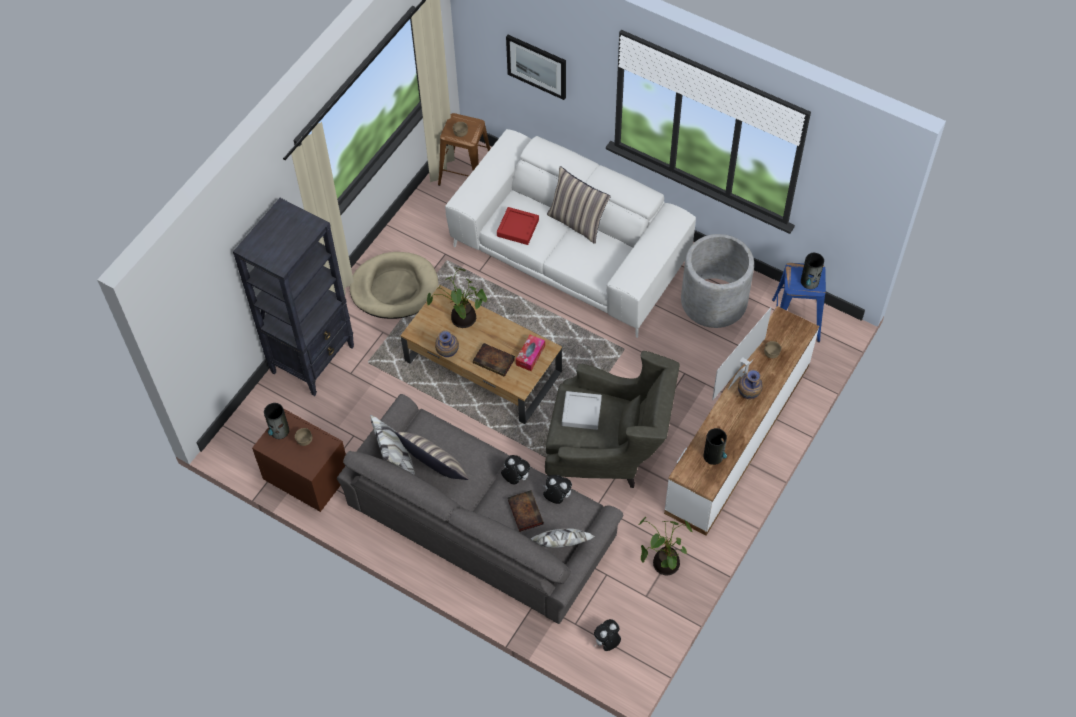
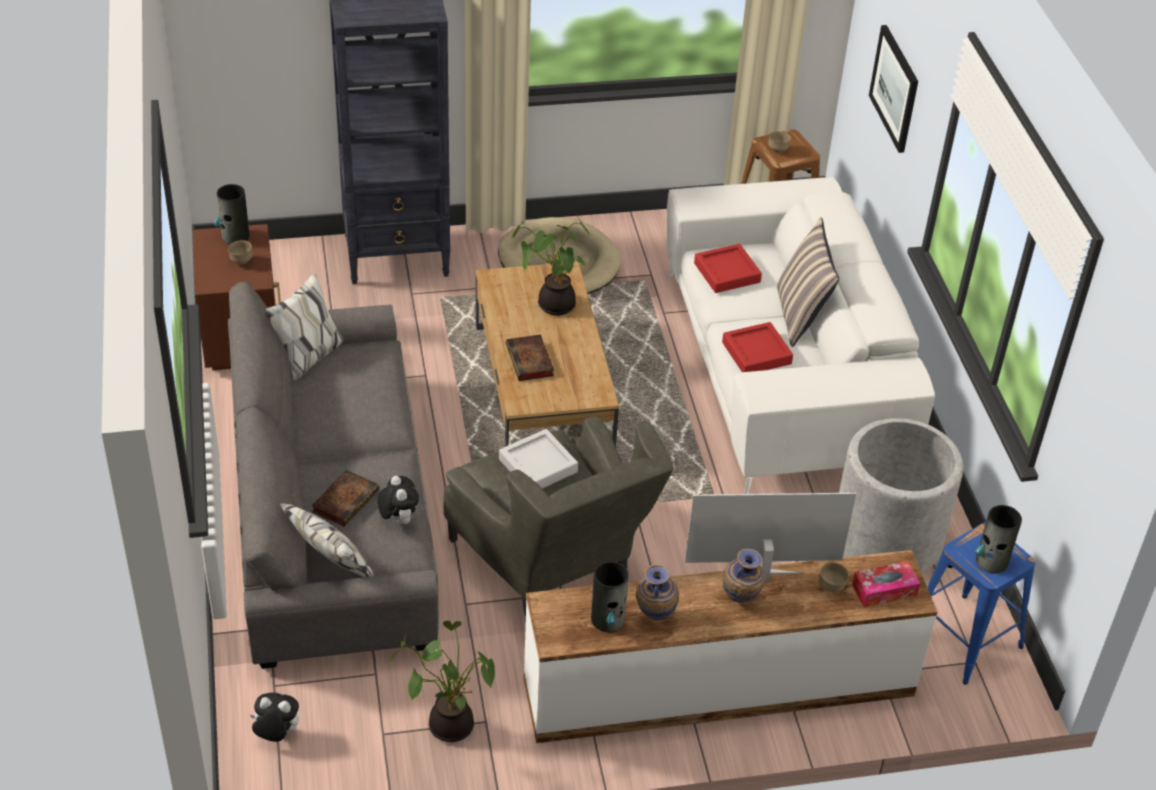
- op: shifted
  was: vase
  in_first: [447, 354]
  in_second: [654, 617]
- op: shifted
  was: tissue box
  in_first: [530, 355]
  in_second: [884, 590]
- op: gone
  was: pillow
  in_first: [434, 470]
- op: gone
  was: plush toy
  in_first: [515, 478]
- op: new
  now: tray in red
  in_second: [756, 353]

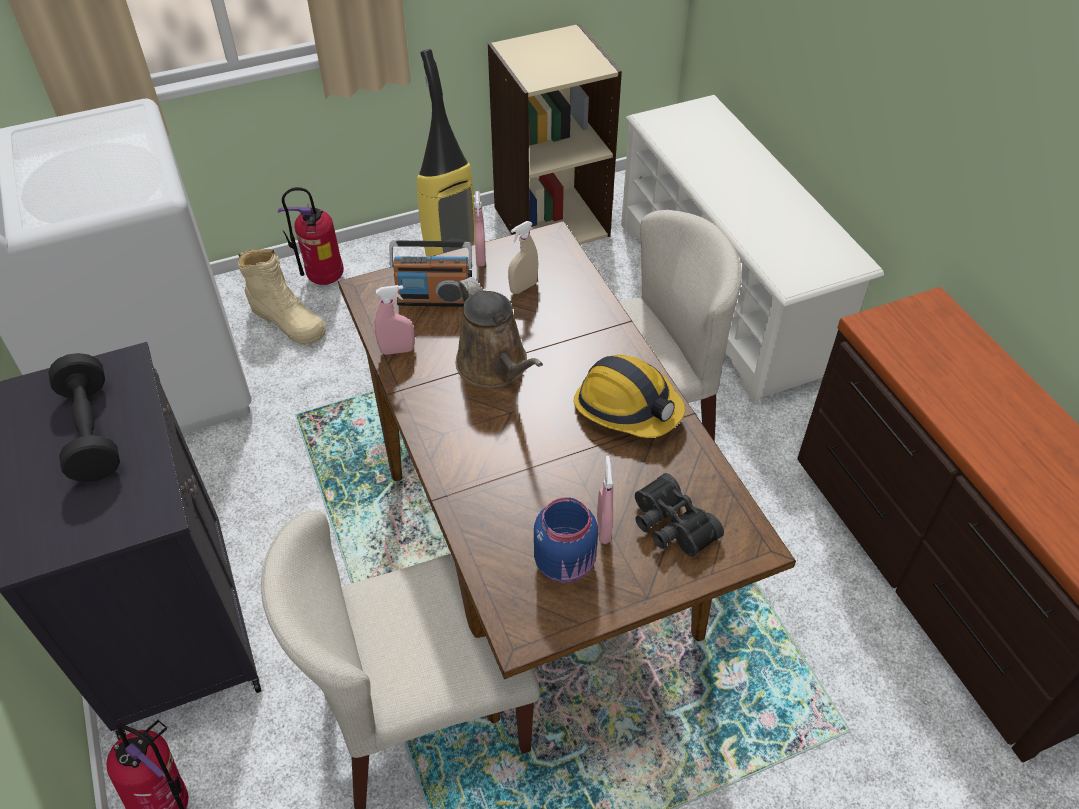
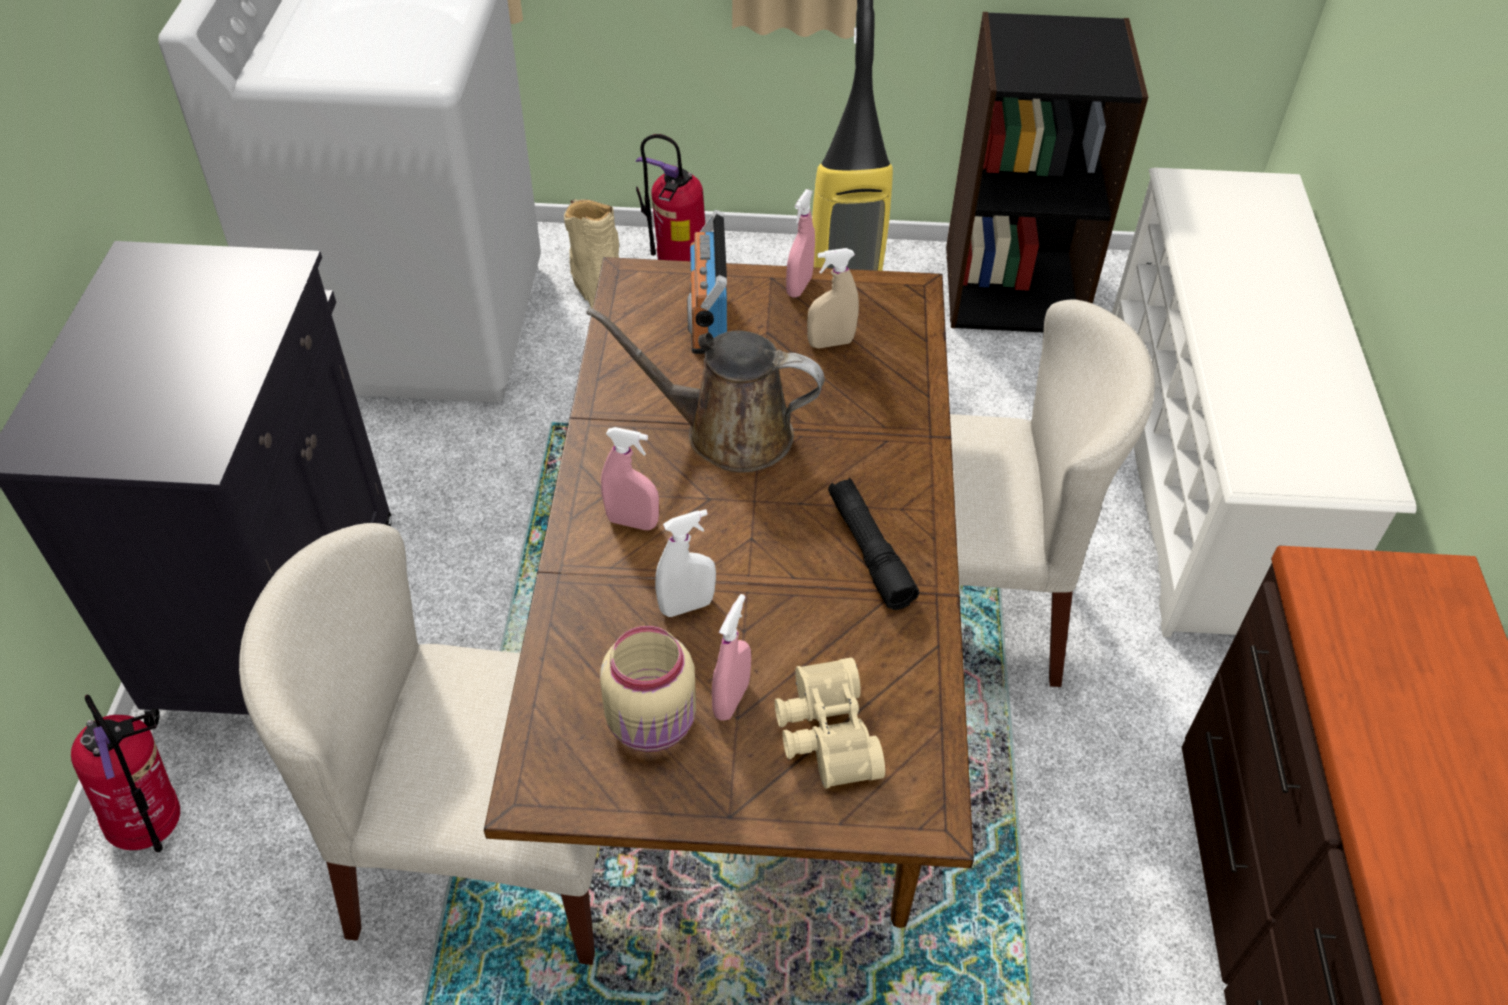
- op: repainted
  was: bookcase in beige
  now: bookcase in black
  in_first: [551, 220]
  in_second: [1013, 288]
- op: rotated
  was: radio
  in_first: [434, 299]
  in_second: [706, 319]
  clockwise: 60
- op: rotated
  was: watering can in brown
  in_first: [495, 367]
  in_second: [727, 432]
  clockwise: 105
- op: shifted
  was: spray bottle in pink
  in_first: [397, 350]
  in_second: [632, 522]
- op: gone
  was: dumbbell in black
  in_first: [92, 432]
- op: swapped
  was: hard hat
  now: flashlight in black
  in_first: [627, 407]
  in_second: [869, 551]
- op: repainted
  was: binoculars in black
  now: binoculars in beige
  in_first: [670, 526]
  in_second: [823, 734]
- op: repainted
  was: jar in blue
  now: jar in beige
  in_first: [566, 563]
  in_second: [654, 723]
- op: new
  now: spray bottle in white
  in_second: [686, 606]

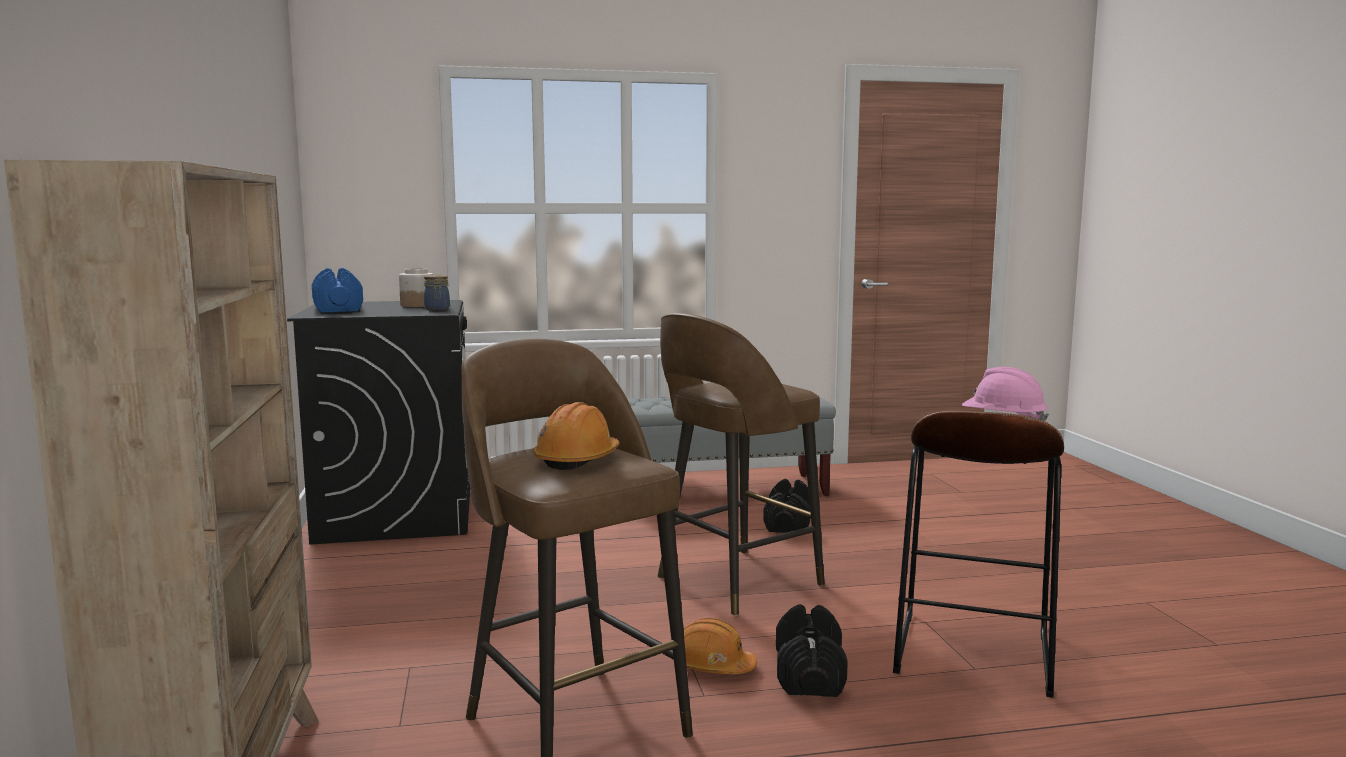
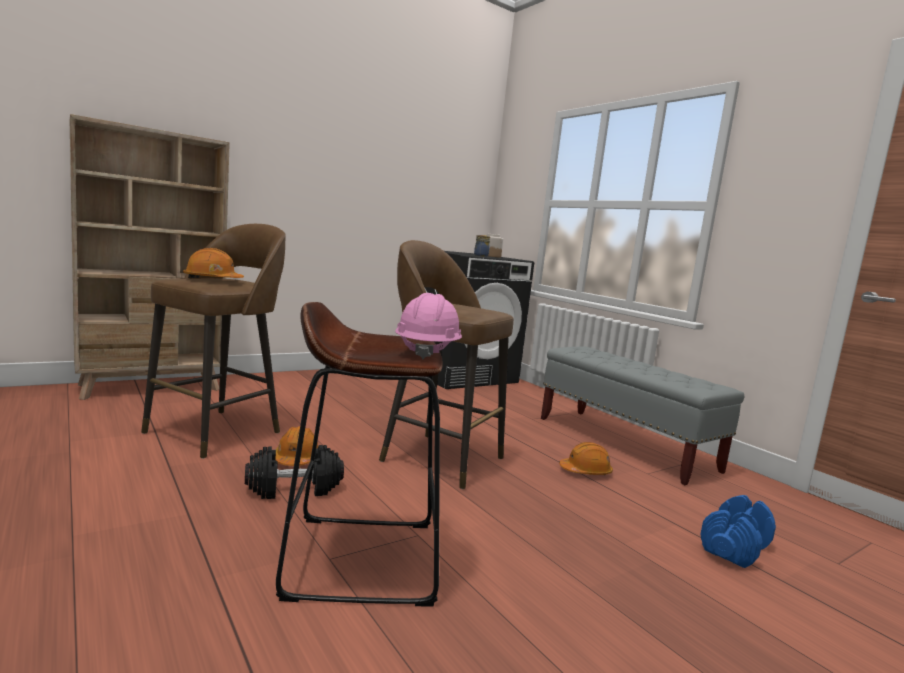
- op: shifted
  was: dumbbell in blue
  in_first: [337, 309]
  in_second: [734, 547]
- op: swapped
  was: dumbbell in black
  now: hard hat in orange
  in_first: [788, 524]
  in_second: [585, 471]

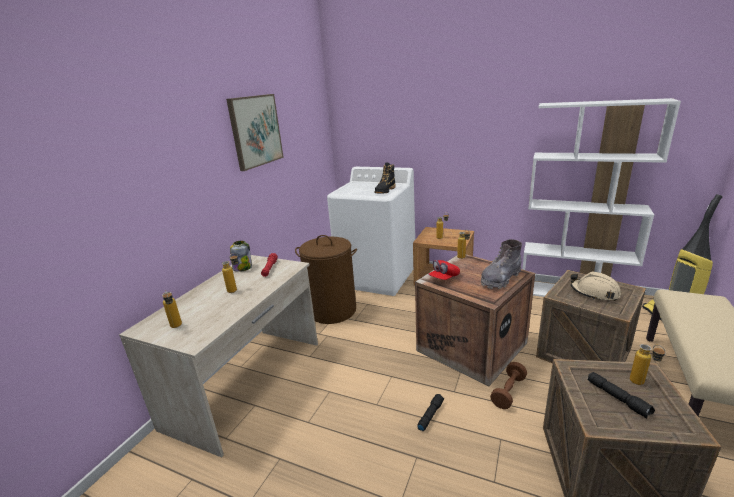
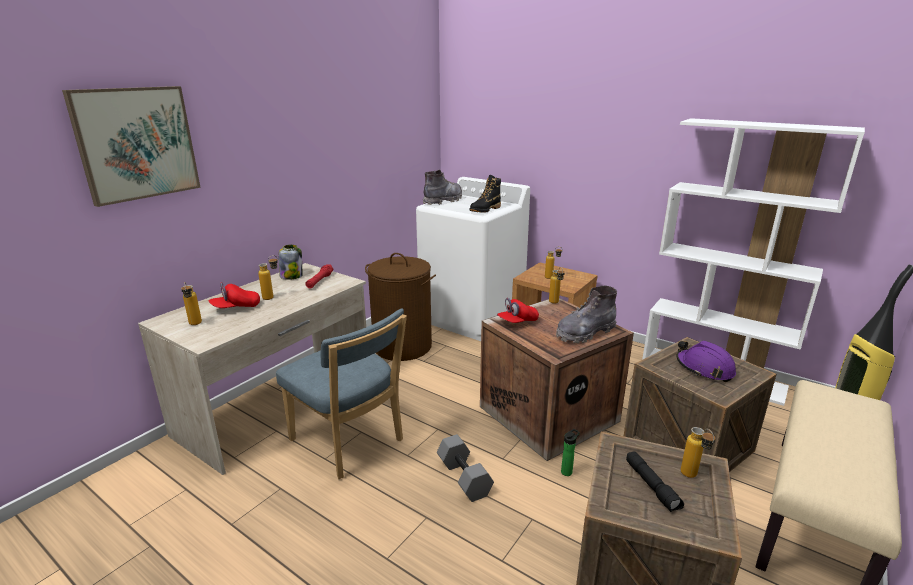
- op: shifted
  was: picture
  in_first: [255, 131]
  in_second: [136, 143]
- op: repainted
  was: hard hat in beige
  now: hard hat in purple
  in_first: [594, 293]
  in_second: [704, 369]
- op: swapped
  was: dumbbell in brown
  now: bottle
  in_first: [508, 392]
  in_second: [567, 471]
- op: swapped
  was: flashlight in black
  now: dumbbell in grey
  in_first: [430, 415]
  in_second: [462, 477]
- op: new
  now: boot in grey
  in_second: [443, 201]
- op: new
  now: cap in red
  in_second: [236, 308]
- op: new
  now: chair in blue
  in_second: [350, 443]

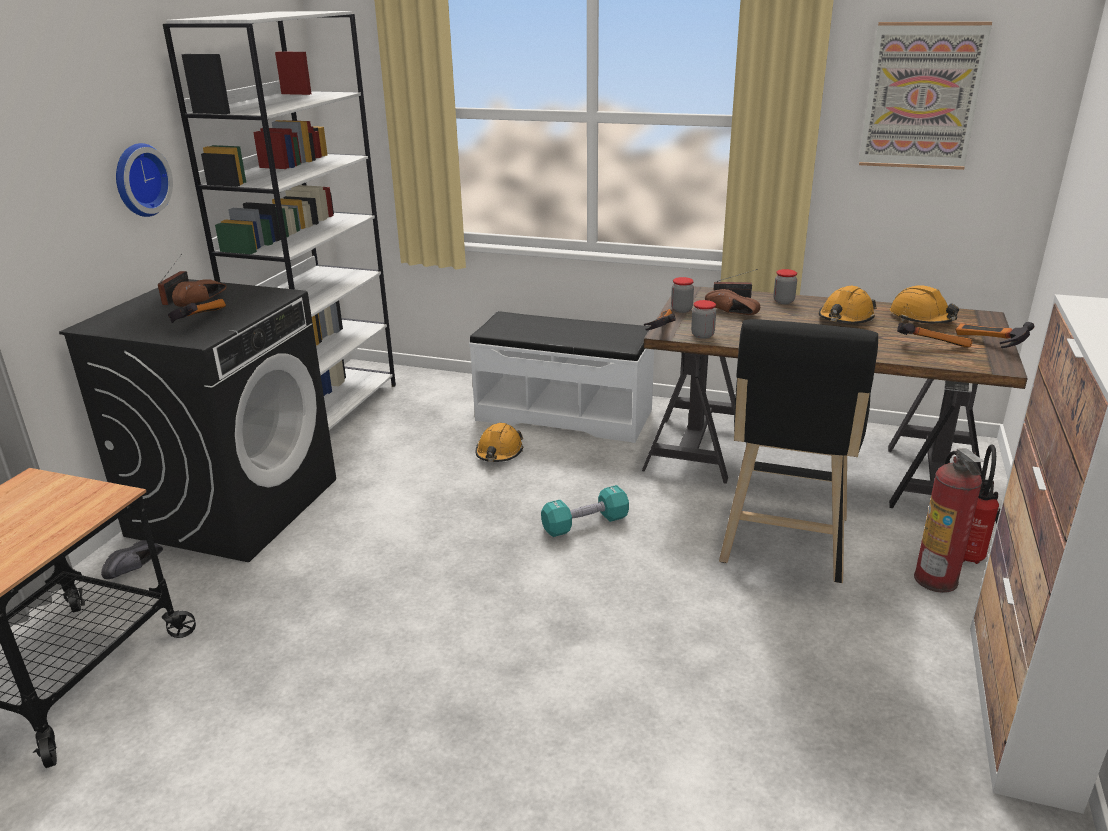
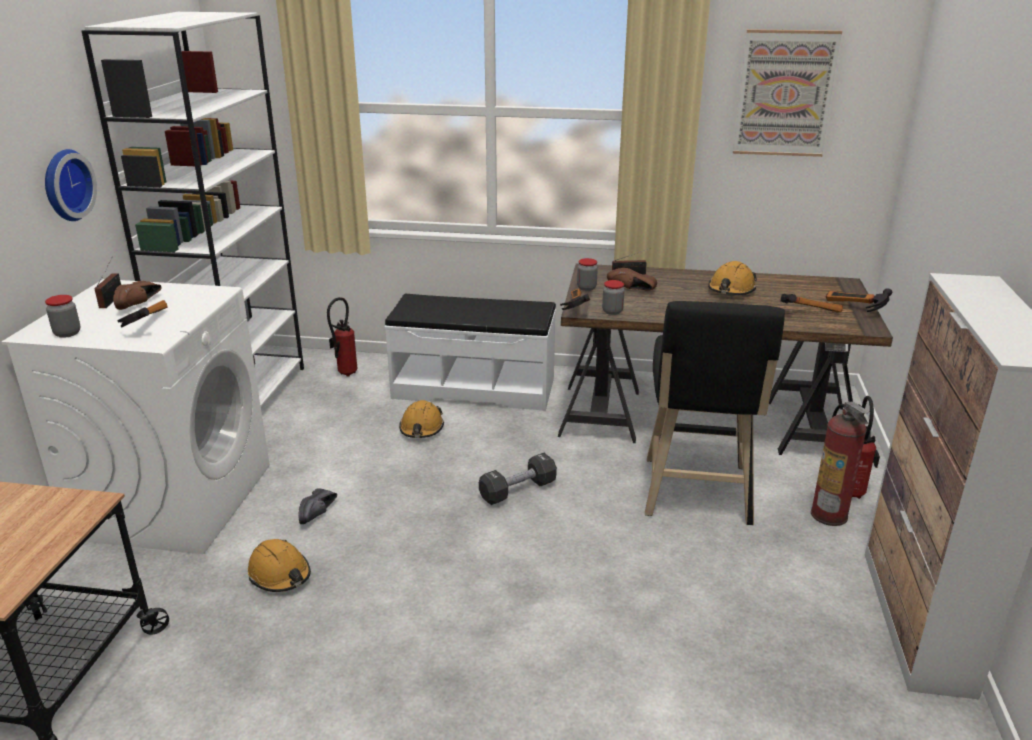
- op: shifted
  was: jar
  in_first: [783, 301]
  in_second: [67, 333]
- op: repainted
  was: washing machine in black
  now: washing machine in white
  in_first: [235, 506]
  in_second: [173, 500]
- op: shifted
  was: hard hat in orange
  in_first: [921, 318]
  in_second: [280, 575]
- op: repainted
  was: dumbbell in turquoise
  now: dumbbell in black
  in_first: [585, 524]
  in_second: [518, 490]
- op: shifted
  was: shoe in black
  in_first: [136, 568]
  in_second: [319, 514]
- op: new
  now: fire extinguisher
  in_second: [344, 374]

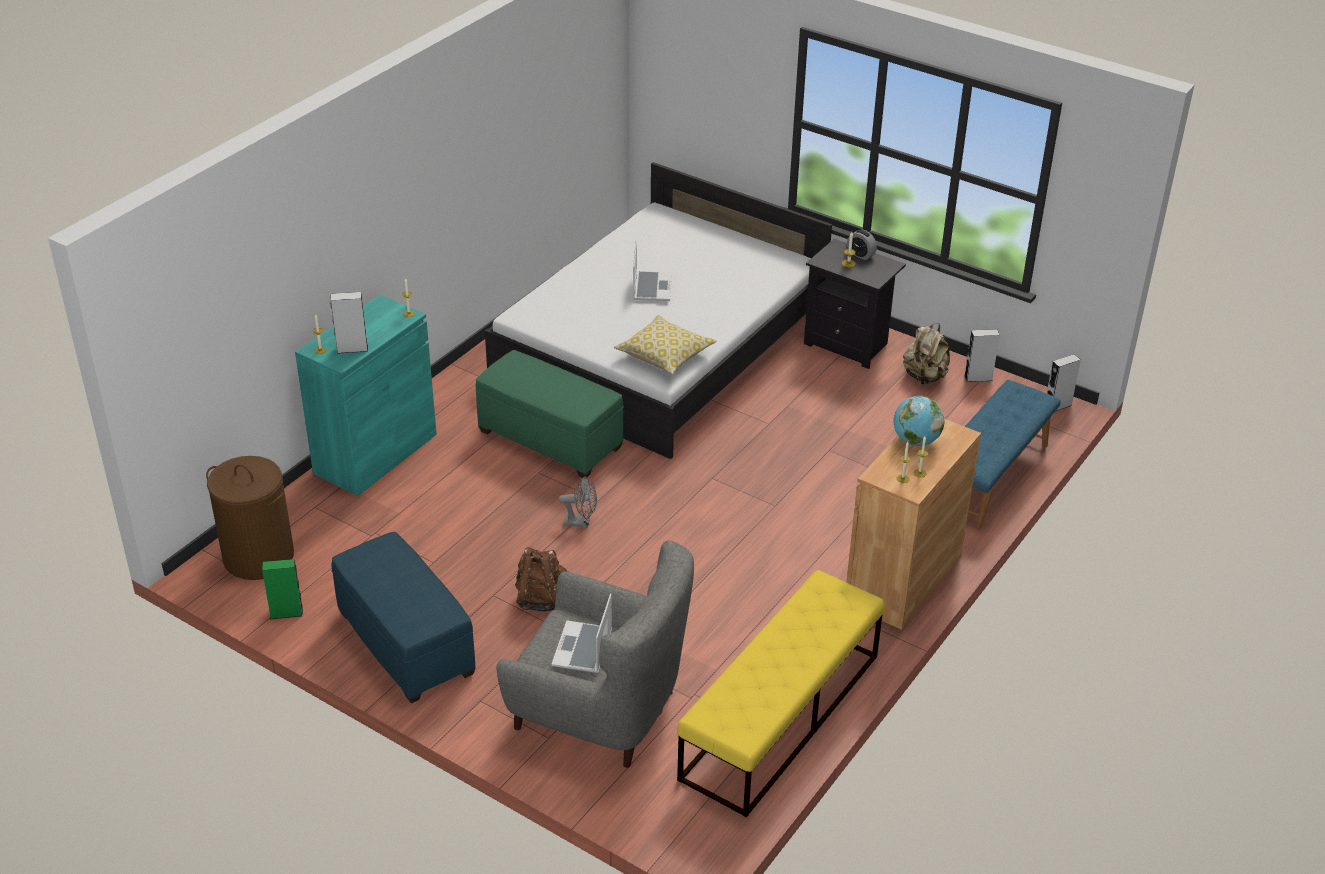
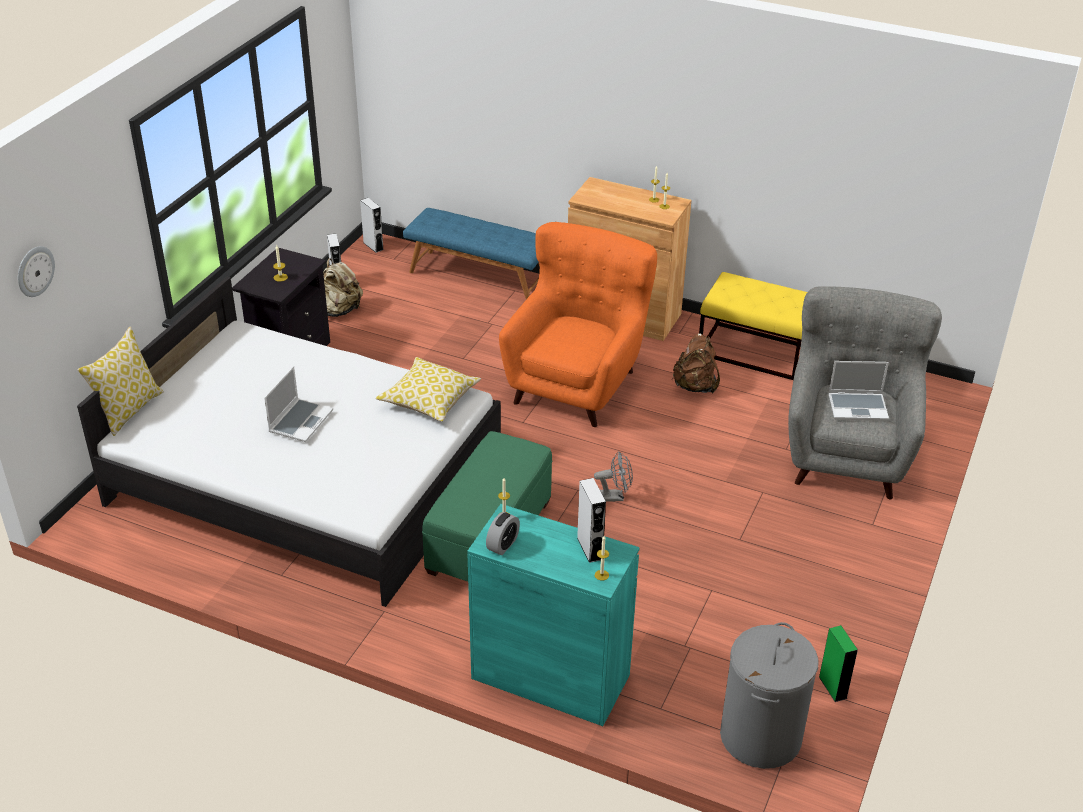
- op: shifted
  was: alarm clock
  in_first: [860, 255]
  in_second: [503, 545]
- op: rotated
  was: laptop
  in_first: [651, 287]
  in_second: [300, 421]
  clockwise: 120
- op: gone
  was: globe
  in_first: [915, 441]
- op: repainted
  was: laundry basket in brown
  now: laundry basket in grey
  in_first: [258, 557]
  in_second: [761, 736]
- op: rotated
  was: fan in grey
  in_first: [581, 522]
  in_second: [615, 496]
  clockwise: 90
- op: gone
  was: ottoman in blue
  in_first: [405, 643]
- op: shifted
  was: backpack in brown
  in_first: [542, 599]
  in_second: [695, 386]
- op: new
  now: armchair in orange
  in_second: [576, 384]
- op: new
  now: wall clock
  in_second: [34, 271]
- op: new
  now: pillow
  in_second: [129, 410]

